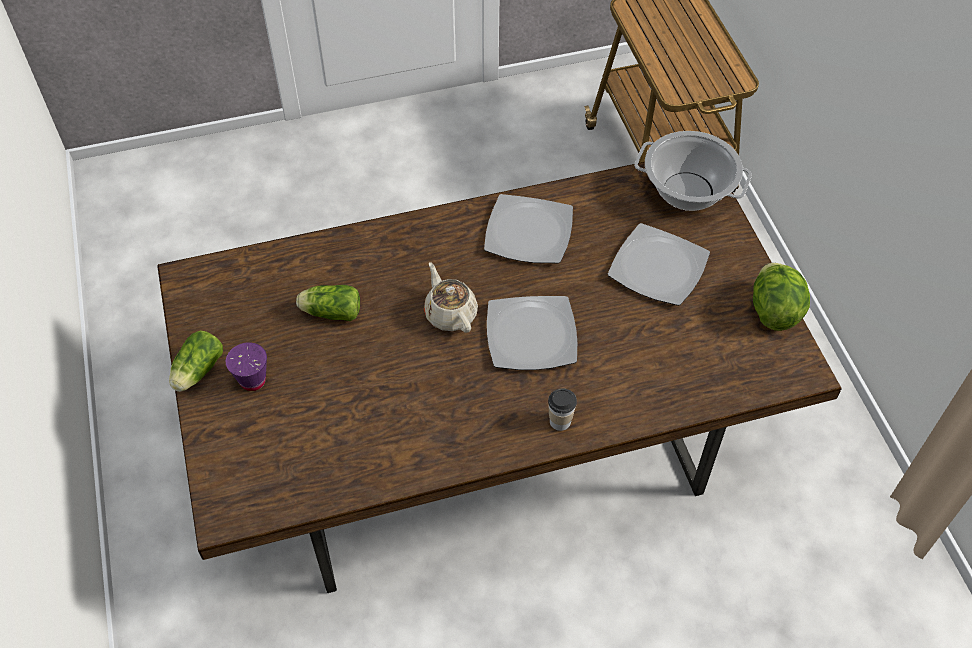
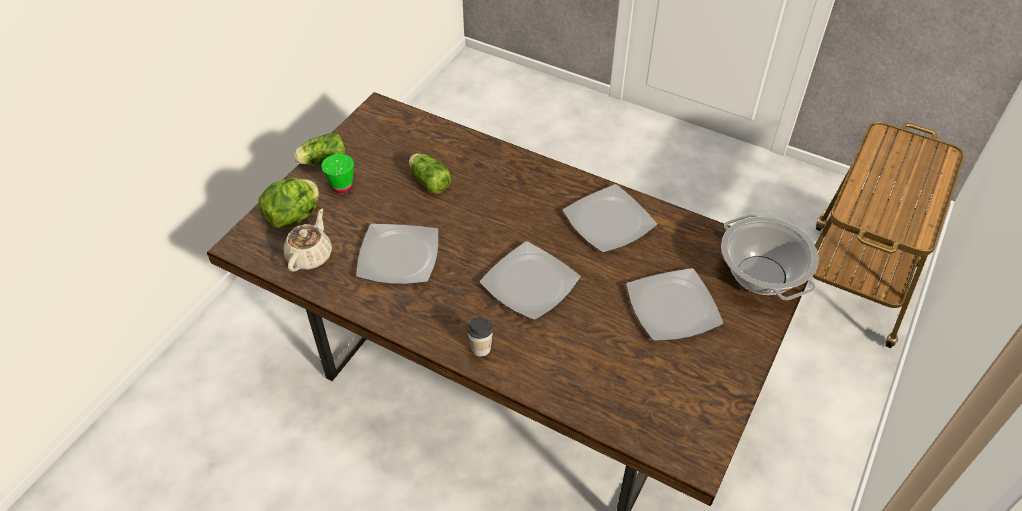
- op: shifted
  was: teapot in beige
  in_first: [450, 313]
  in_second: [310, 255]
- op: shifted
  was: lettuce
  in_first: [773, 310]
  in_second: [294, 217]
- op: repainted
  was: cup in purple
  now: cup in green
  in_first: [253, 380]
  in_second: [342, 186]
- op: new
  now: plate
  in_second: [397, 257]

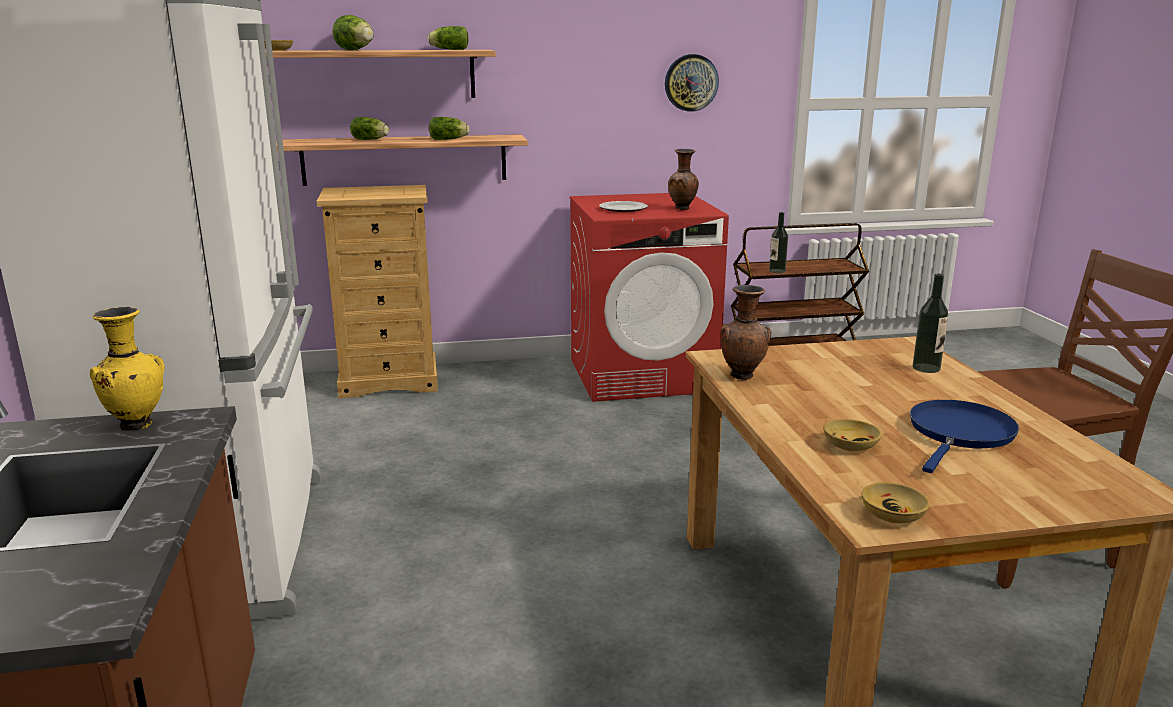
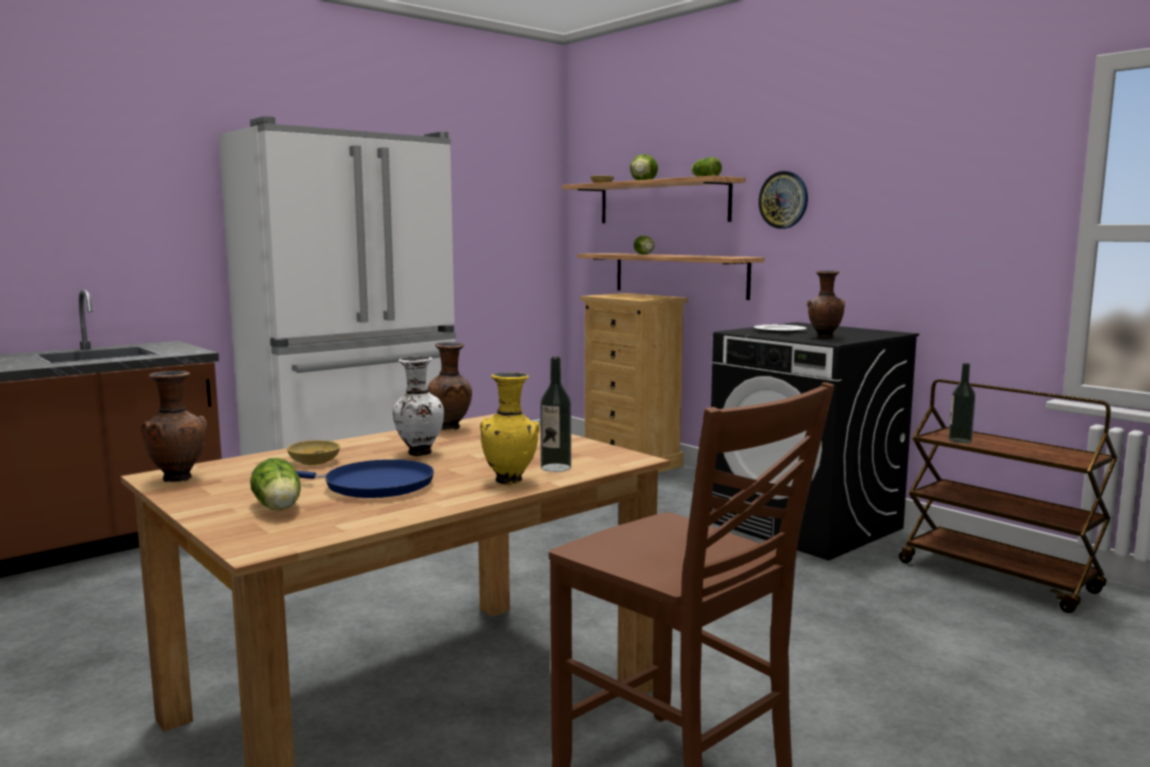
- op: shifted
  was: wall clock
  in_first: [691, 82]
  in_second: [783, 200]
- op: shifted
  was: lettuce
  in_first: [450, 139]
  in_second: [278, 508]
- op: repainted
  was: washing machine in red
  now: washing machine in black
  in_first: [642, 375]
  in_second: [805, 525]
- op: shifted
  was: vase in yellow
  in_first: [137, 425]
  in_second: [510, 481]
- op: swapped
  was: bowl in beige
  now: vase in brown
  in_first: [892, 515]
  in_second: [178, 478]
- op: new
  now: vase in white
  in_second: [418, 453]

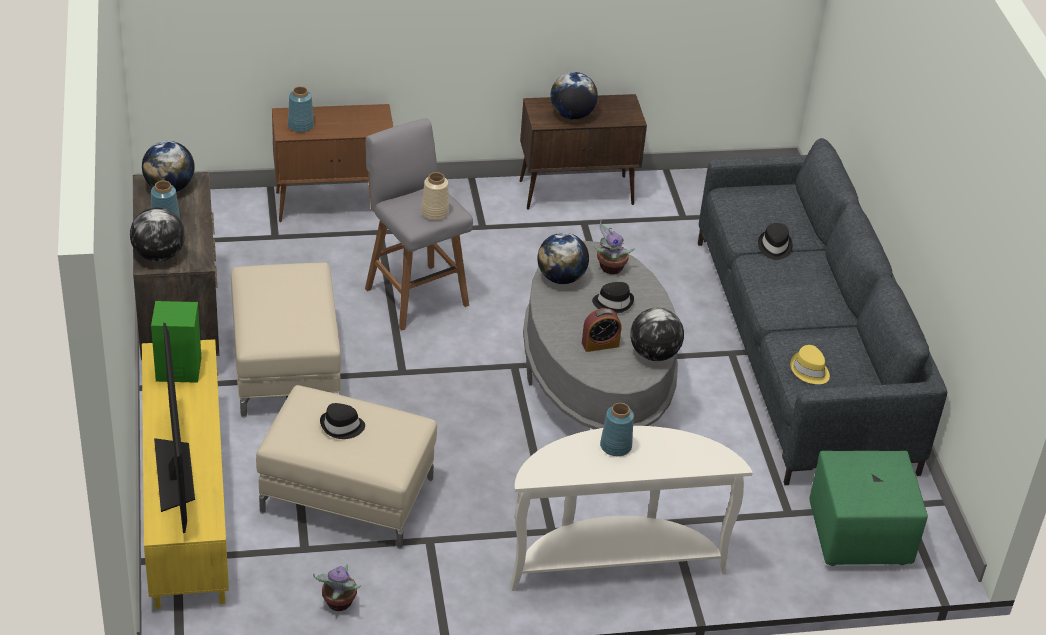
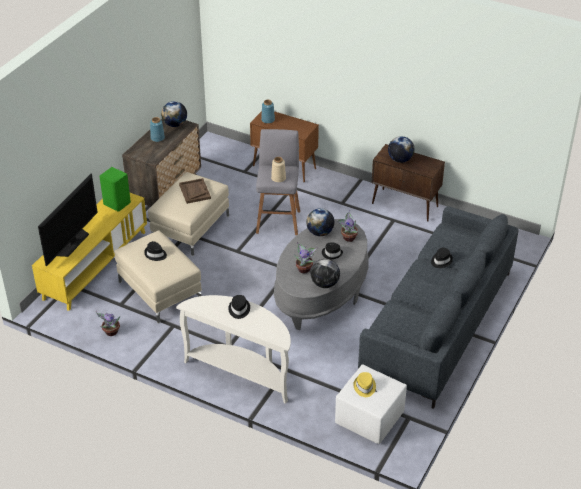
- op: gone
  was: globe
  in_first: [159, 255]
- op: swapped
  was: alarm clock
  now: potted plant
  in_first: [600, 344]
  in_second: [304, 269]
- op: shifted
  was: hat in yellow
  in_first: [809, 370]
  in_second: [364, 387]
- op: swapped
  was: vase in blue
  now: hat in black
  in_first: [615, 446]
  in_second: [239, 309]
- op: repainted
  was: ottoman in green
  now: ottoman in white
  in_first: [858, 537]
  in_second: [368, 420]
- op: new
  now: tray in brown
  in_second: [194, 192]

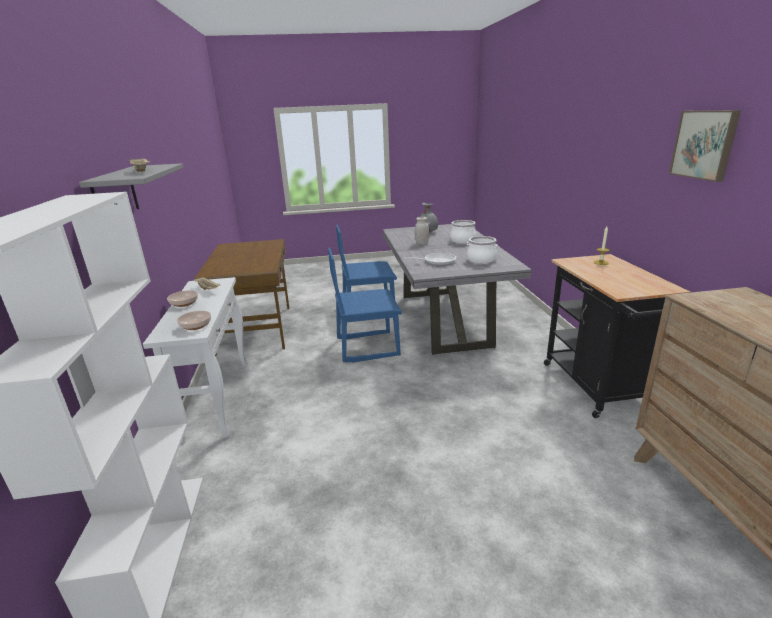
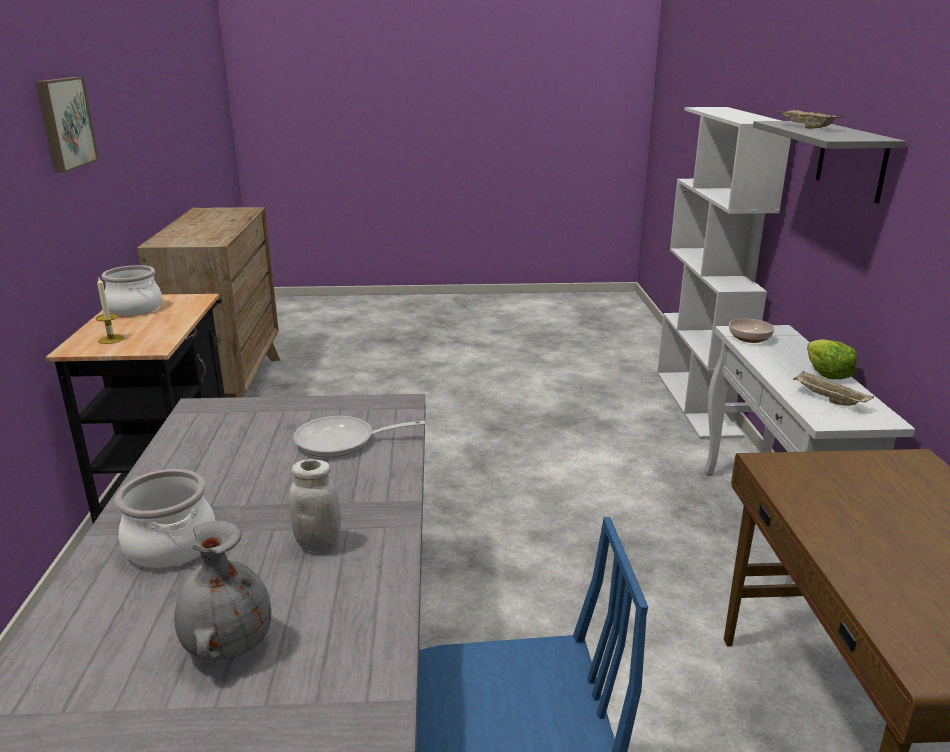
- op: shifted
  was: cooking pot
  in_first: [481, 260]
  in_second: [135, 308]
- op: gone
  was: chair in blue
  in_first: [367, 346]
- op: swapped
  was: bowl
  now: lettuce
  in_first: [184, 303]
  in_second: [826, 374]

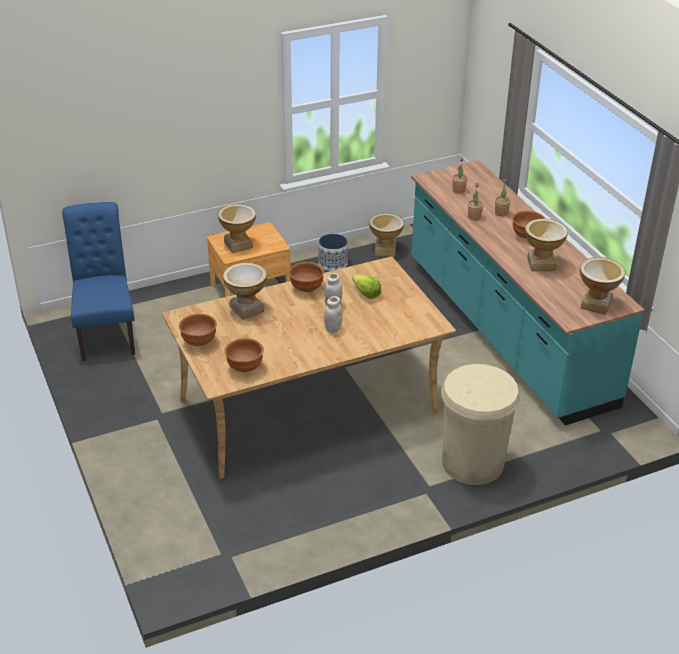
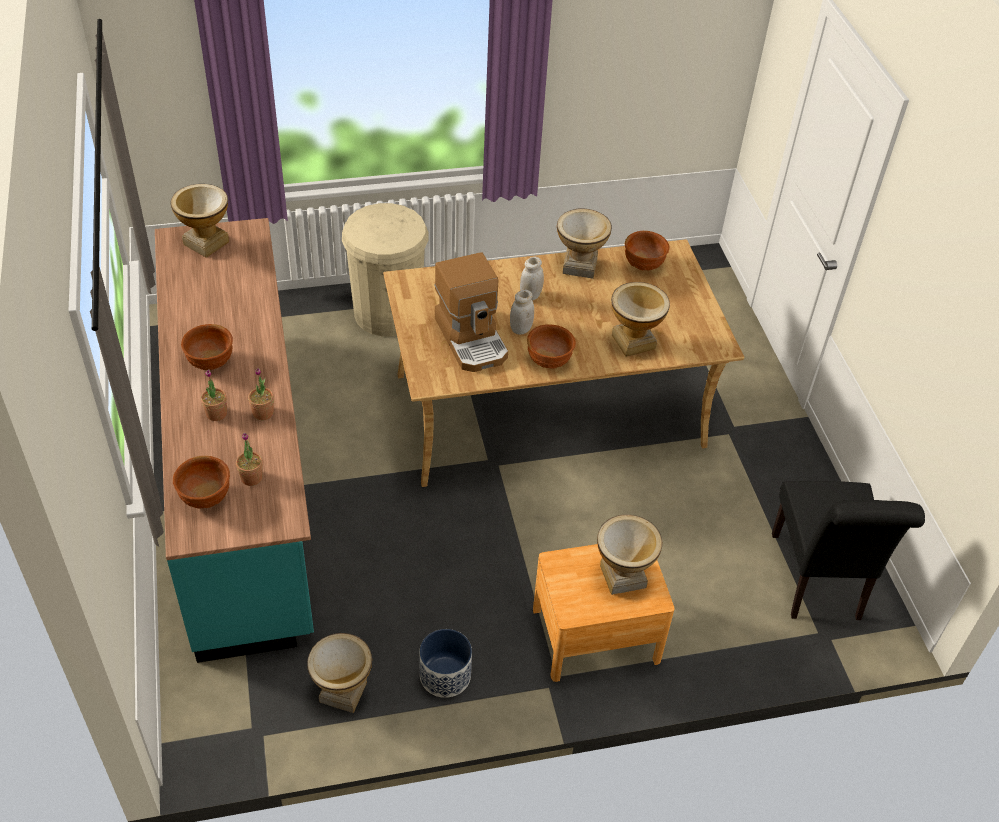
- op: repainted
  was: chair in blue
  now: chair in black
  in_first: [106, 333]
  in_second: [818, 582]
- op: shifted
  was: vase
  in_first: [541, 264]
  in_second: [579, 266]
- op: swapped
  was: lettuce
  now: coffee machine
  in_first: [366, 294]
  in_second: [472, 339]
- op: shifted
  was: bowl in brown
  in_first: [199, 341]
  in_second: [205, 498]

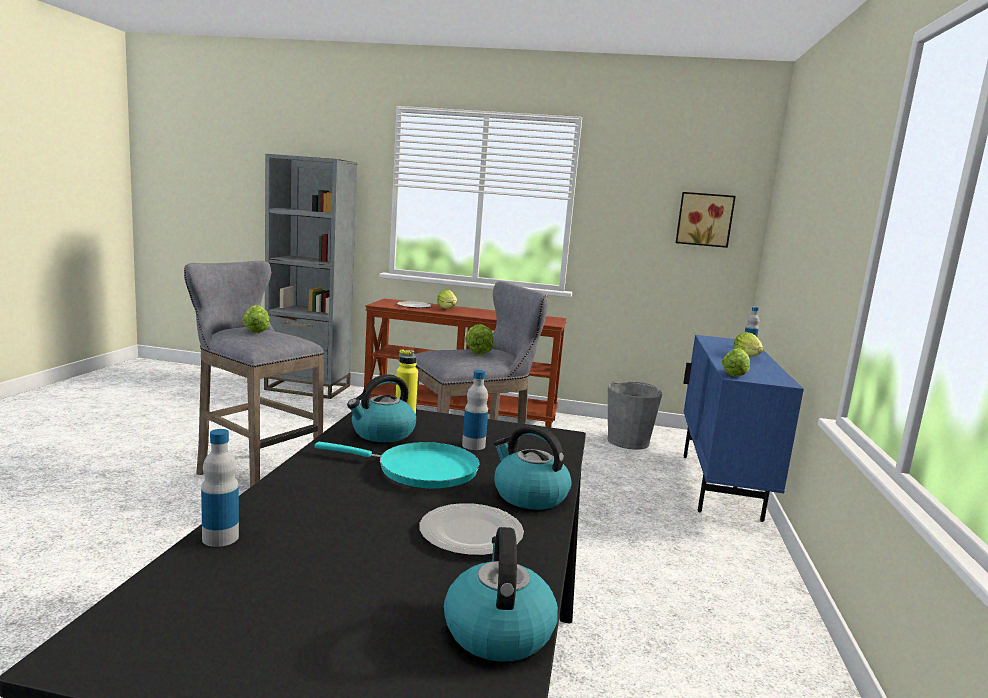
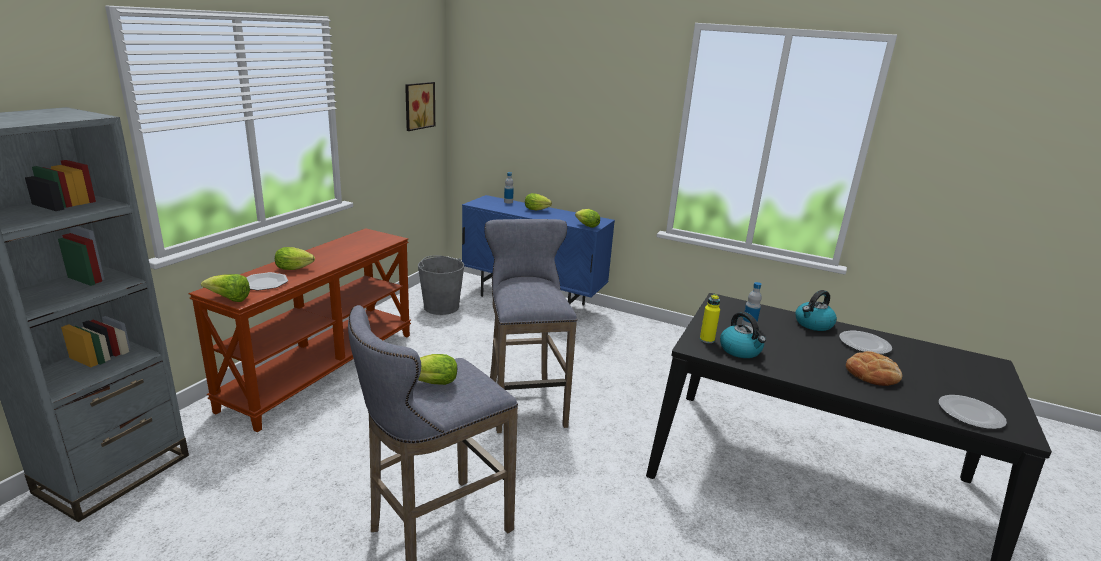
- op: shifted
  was: lettuce
  in_first: [478, 351]
  in_second: [229, 299]
- op: gone
  was: bottle
  in_first: [220, 538]
- op: gone
  was: frying pan in turquoise
  in_first: [420, 470]
- op: gone
  was: kettle
  in_first: [497, 630]
- op: new
  now: bread
  in_second: [872, 374]
- op: new
  now: plate
  in_second: [969, 414]

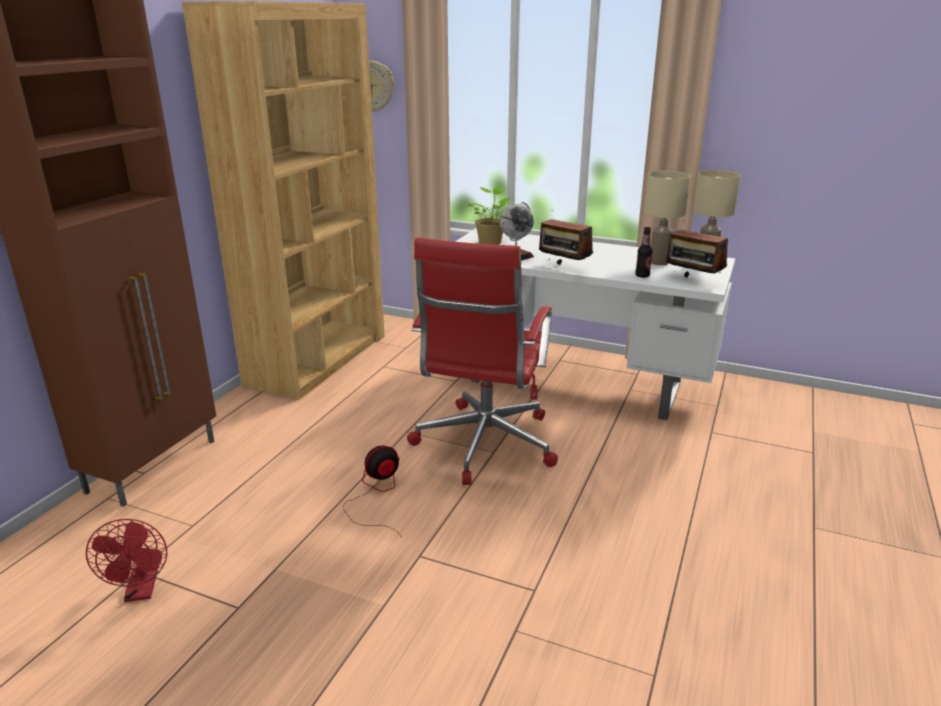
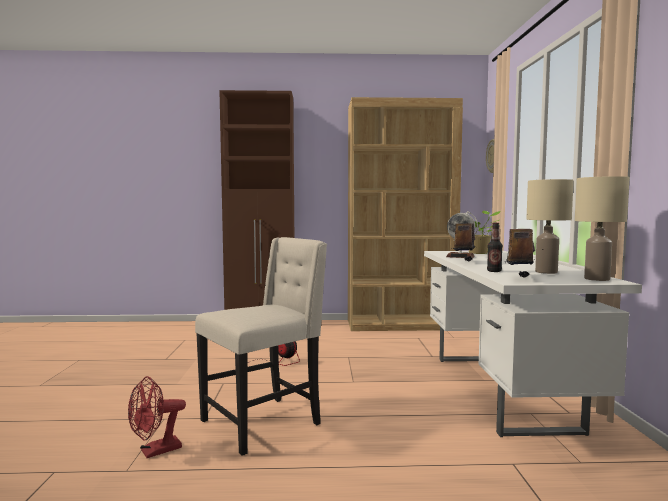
- op: gone
  was: office chair in red
  in_first: [483, 445]
- op: shifted
  was: fan in red
  in_first: [141, 591]
  in_second: [155, 451]
- op: new
  now: chair in beige
  in_second: [263, 423]

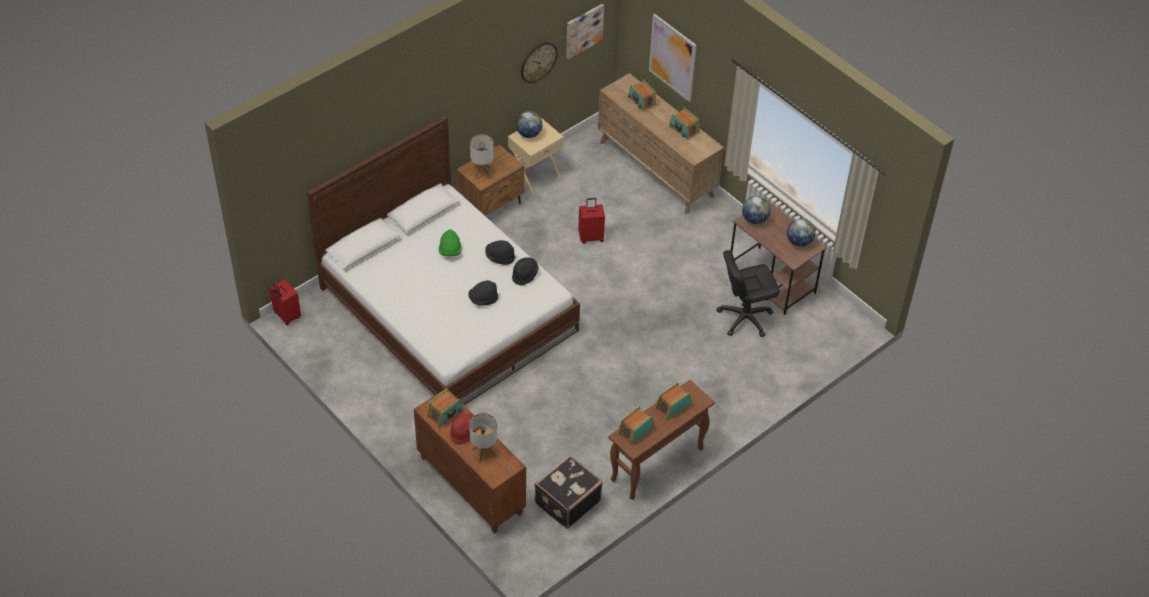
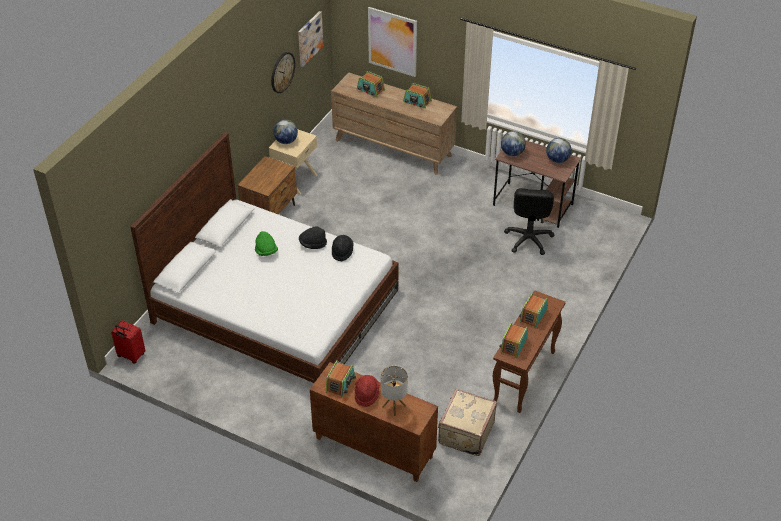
- op: gone
  was: table lamp
  in_first: [482, 172]
- op: gone
  was: suitcase in red
  in_first: [591, 237]
- op: rotated
  was: office chair in black
  in_first: [744, 318]
  in_second: [528, 239]
  clockwise: -45
- op: gone
  was: hat in black
  in_first: [483, 299]
- op: repainted
  was: suitcase in black
  now: suitcase in beige
  in_first: [566, 501]
  in_second: [465, 433]

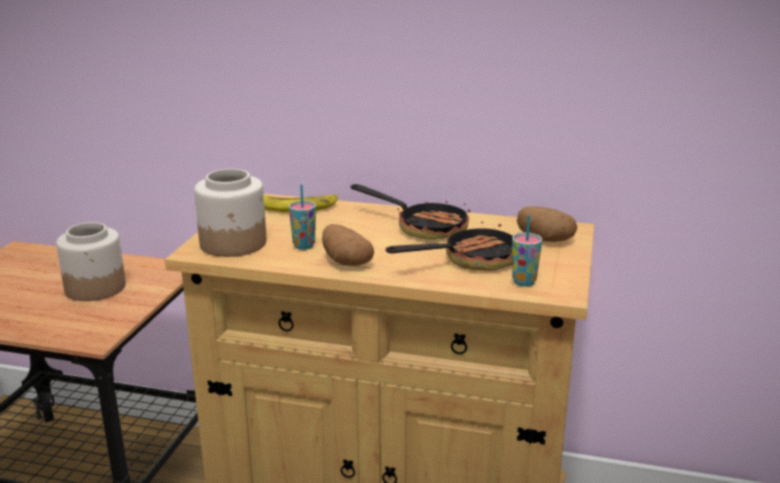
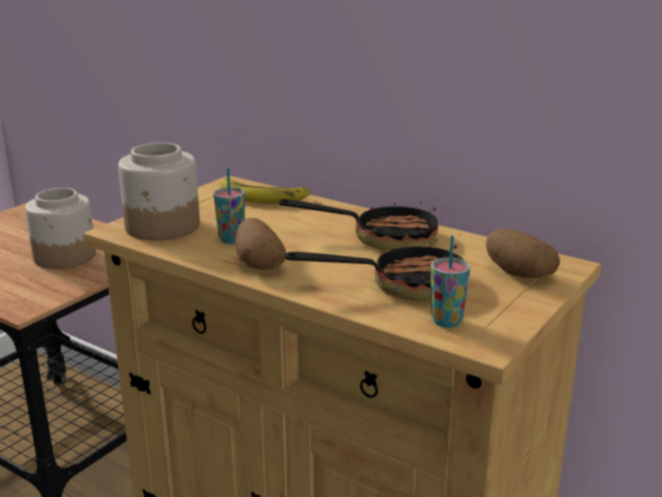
- op: rotated
  was: frying pan
  in_first: [422, 227]
  in_second: [381, 237]
  clockwise: -45

